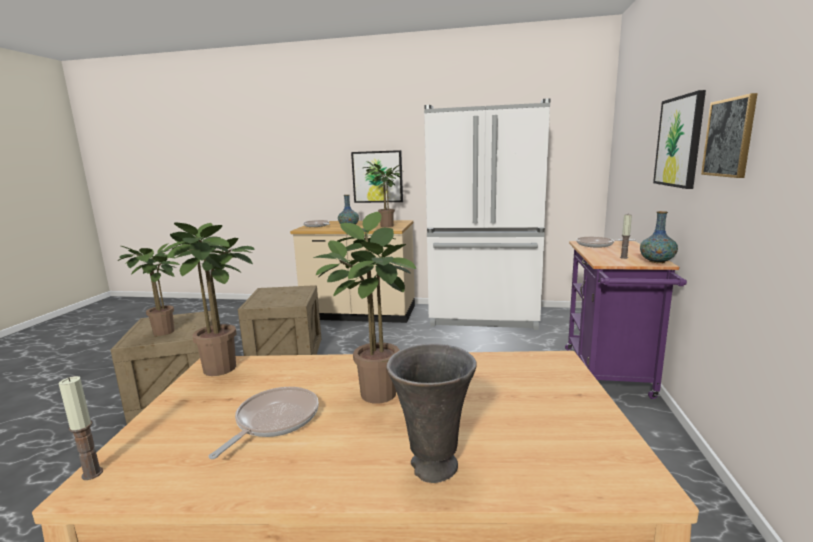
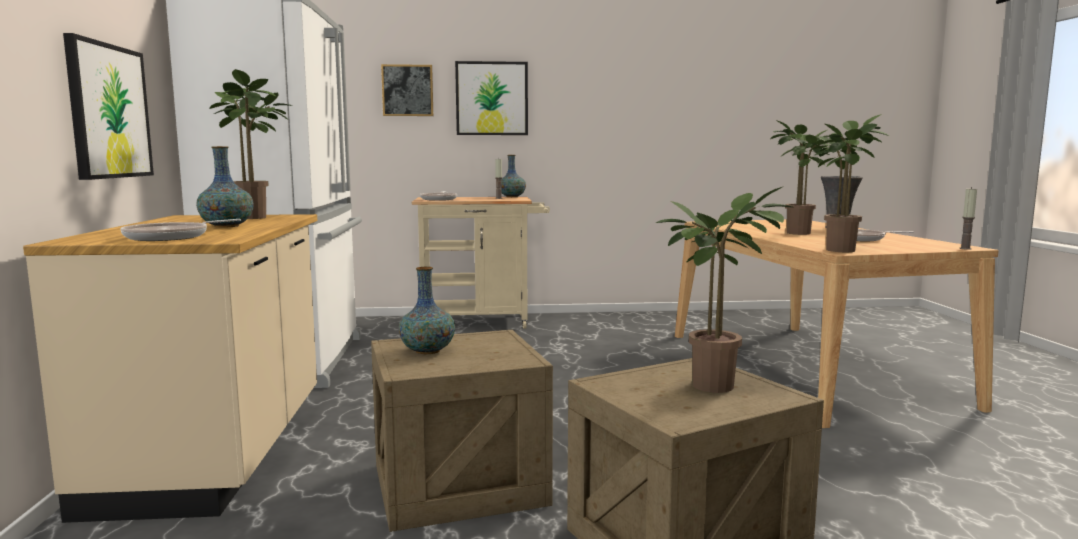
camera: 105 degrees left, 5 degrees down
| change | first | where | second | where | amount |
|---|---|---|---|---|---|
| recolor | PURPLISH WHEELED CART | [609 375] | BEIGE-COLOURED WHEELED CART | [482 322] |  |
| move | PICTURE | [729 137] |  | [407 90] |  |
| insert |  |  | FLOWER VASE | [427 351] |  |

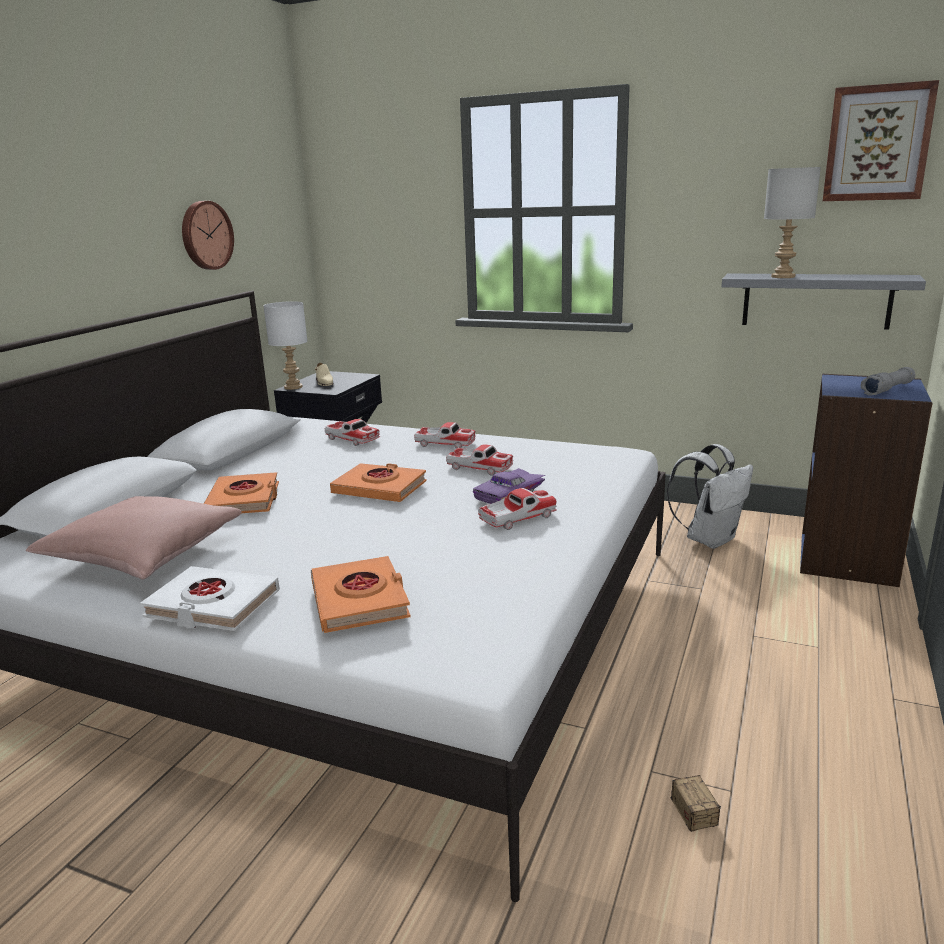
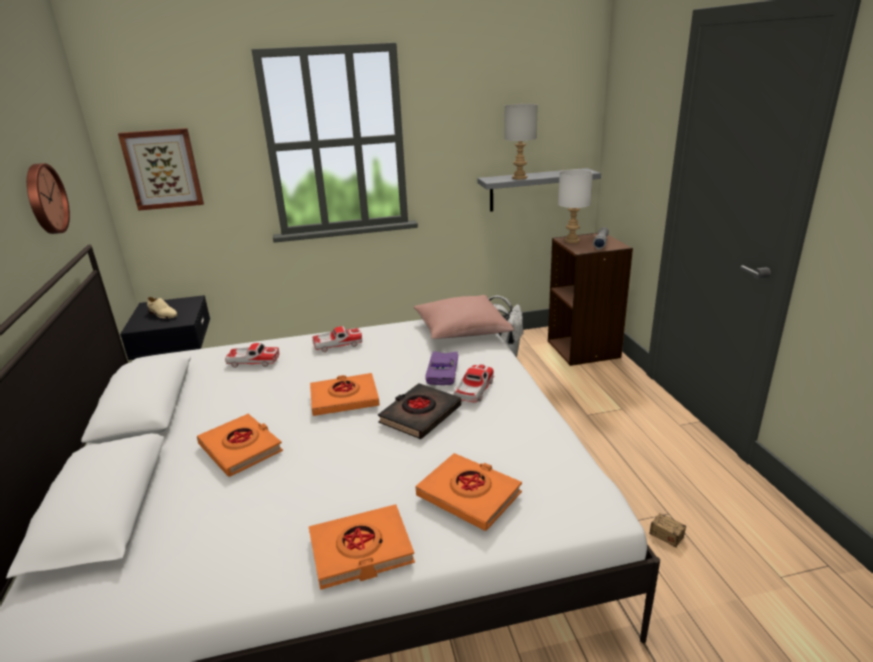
camera: 35 degrees left, 5 degrees up
| change | first | where | second | where | amount |
|---|---|---|---|---|---|
| move | PINK-COLOURED PILLOW | [144 555] |  | [461 330] |  |
| recolor | WHITISH BOOK | [212 605] | ORANGE-COLOURED BOOK | [361 551] |  |
| move | WHITISH TABLETOP LAMP | [293 387] |  | [571 241] |  |
| delete | MODEL CAR | [479 467] |  |  |  |
| recolor | BLUISH BOOKCASE | [848 560] | BROWNISH BOOKCASE | [584 349] |  |
| move | PICTURE | [877 143] |  | [163 169] |  |
| insert |  |  | BLACKISH BOOK | [420 415] |  |

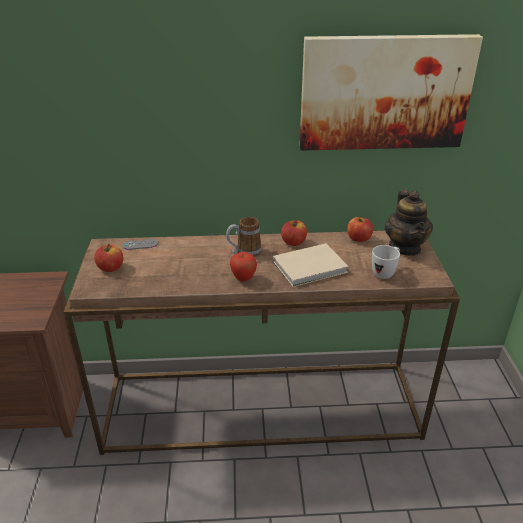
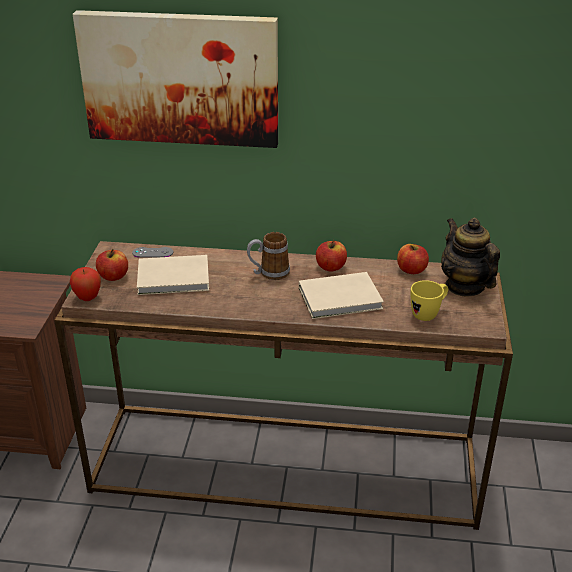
camera: 10 degrees right, 0 degrees up
| change | first | where | second | where | amount |
|---|---|---|---|---|---|
| move | APPLE FRUIT | [243 278] |  | [88 298] |  |
| move | PICTURE | [385 93] |  | [180 78] |  |
| recolor | WHITISH TEA MUG | [385 272] | YELLOWISH TEA MUG | [428 314] |  |
| rotate | TEA POT | [405 247] |  | [465 286] | 150 degrees clockwise |
| insert |  |  | BEIGE-COLOURED BOOK | [175 278] |  |

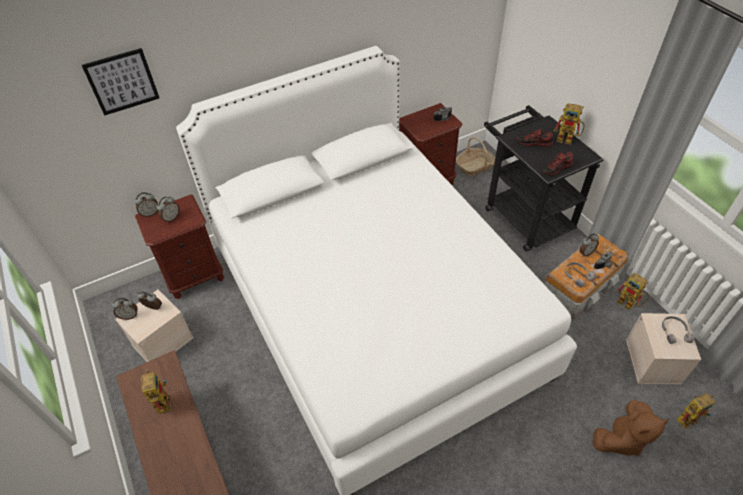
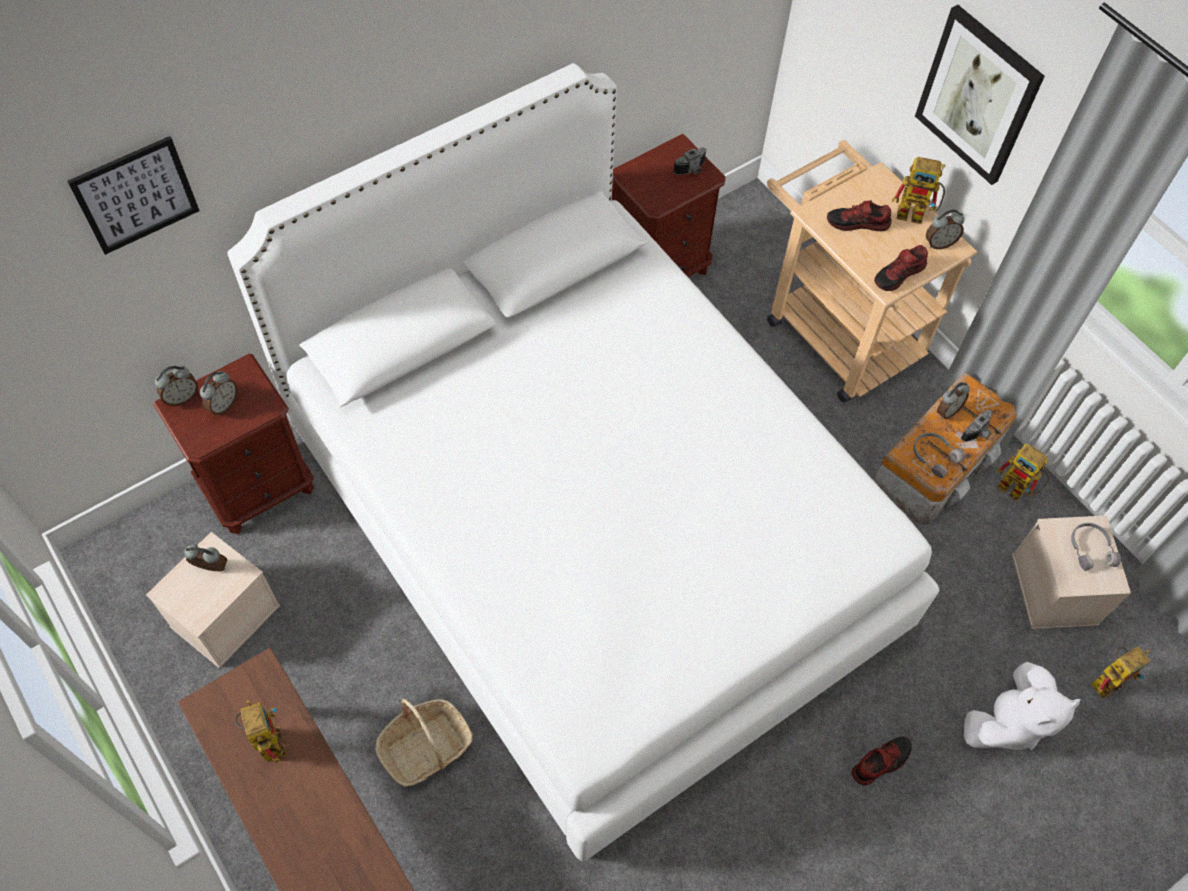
camera: 10 degrees left, 10 degrees up
| change | first | where | second | where | amount |
|---|---|---|---|---|---|
| move | ALARM CLOCK | [129 316] |  | [939 243] |  |
| move | STORAGE BASKET | [475 166] |  | [426 747] |  |
| recolor | BLACKISH WHEELED CART | [523 214] | BEIGE-COLOURED WHEELED CART | [834 328] |  |
| recolor | BROWNISH PLUSH TOY | [621 439] | WHITISH PLUSH TOY | [1006 723] |  |
| insert |  |  | LOW SHOE | [880 761] |  |
| insert |  |  | PICTURE | [978 95] |  |

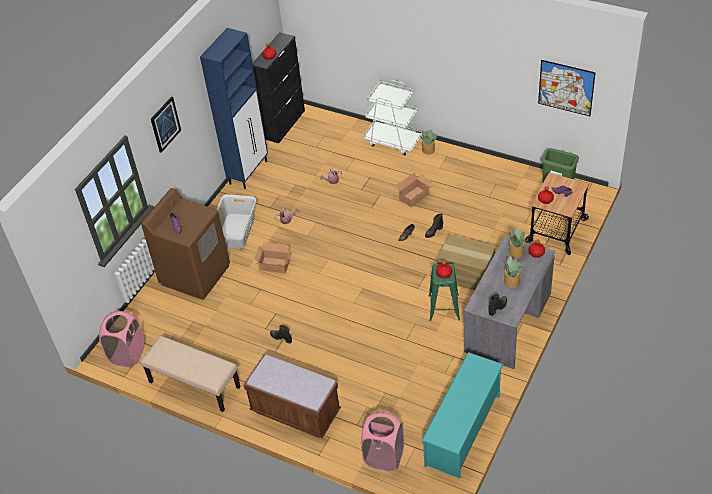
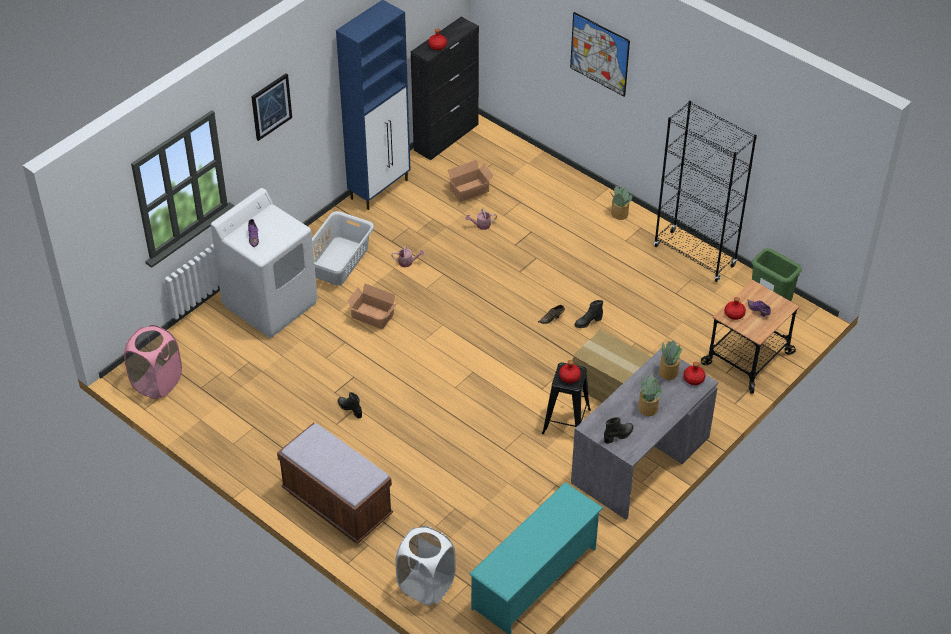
camera: 10 degrees right, 0 degrees up
| change | first | where | second | where | amount |
|---|---|---|---|---|---|
| delete | BEIGE-COLOURED BENCH | [194 385] |  |  |  |
| recolor | BROWNISH LAUNDRY APPLIANCE | [195 274] | WHITISH LAUNDRY APPLIANCE | [271 304] |  |
| recolor | PINK-COLOURED WASHING BASKET | [384 456] | WHITISH WASHING BASKET | [426 585] |  |
| delete | WHITISH WHEELED CART | [393 141] |  |  |  |
| move | CARDBOARD BOX | [415 197] |  | [471 191] |  |
| recolor | GREEN STOOL | [444 308] | BLACKISH STOOL | [566 421] |  |
| move | PICTURE | [566 88] |  | [599 54] |  |
| insert |  |  | BLACKISH BOOKCASE | [694 256] |  |

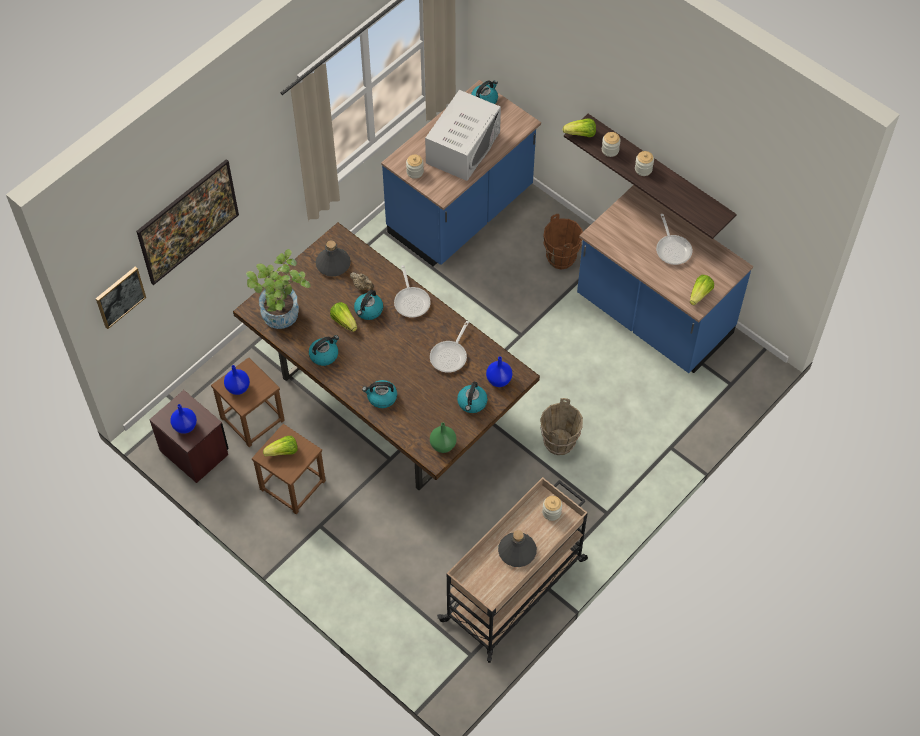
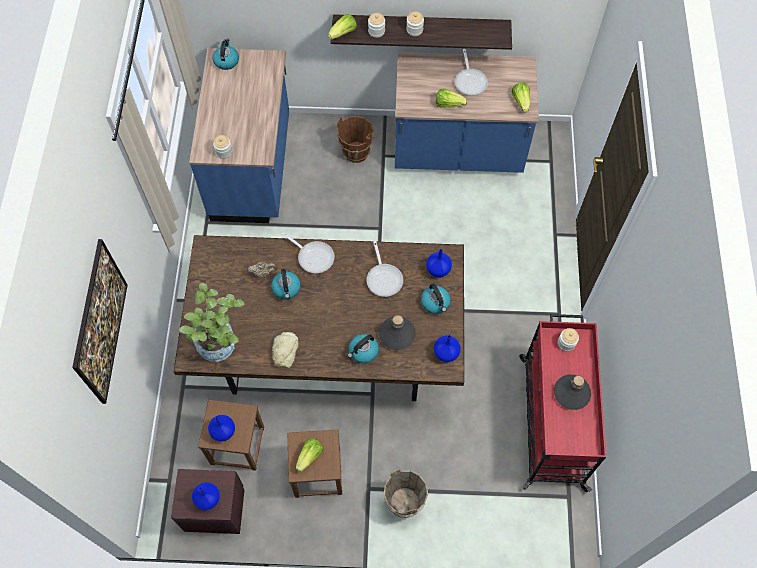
camera: 40 degrees left, 5 degrees up
| change | first | where | second | where | amount |
|---|---|---|---|---|---|
| delete | PICTURE | [120 296] |  |  |  |
| replace | KETTLE | [324 355] | BREAD | [285 351] |  |
| move | GRAY BEVERAGE BOTTLE | [333 264] |  | [397 334] |  |
| move | HEAD OF LETTUCE | [344 321] |  | [448 104] |  |
| delete | WHITISH MICROWAVE | [463 147] |  |  |  |
| recolor | GREEN FLOWER VASE | [442 445] | BLUISH FLOWER VASE | [445 354] |  |
| recolor | BEIGE-COLOURED WHEELED CART | [515 589] | RED-COLOURED WHEELED CART | [551 420] |  |
| move | BROWNISH WATER BUCKET | [559 443] |  | [405 502] |  |
| rotate | SKILLET | [673 249] |  | [470 81] | 45 degrees clockwise |

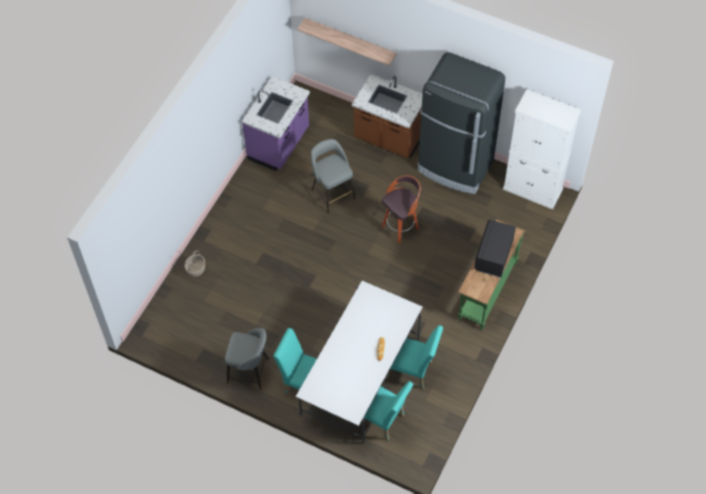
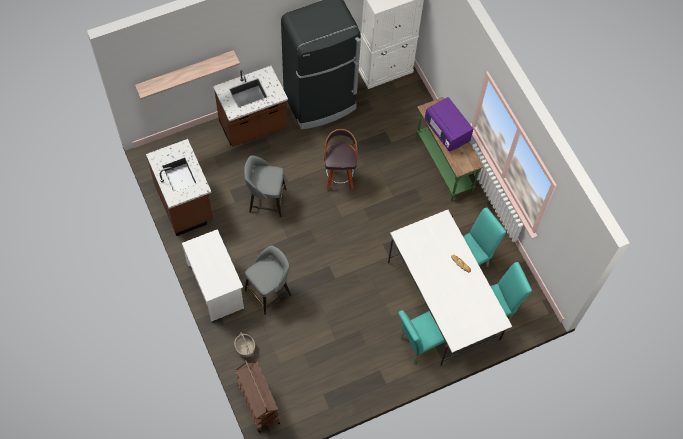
camera: 55 degrees left, 5 degrees up
| change | first | where | second | where | amount |
|---|---|---|---|---|---|
| move | GRAY STOOL | [249 371] |  | [269 292] |  |
| recolor | PURPLISH COUNTER | [279 144] | BROWNISH COUNTER | [185 203] |  |
| recolor | BLACKISH MICROWAVE | [494 255] | PURPLISH MICROWAVE | [447 131] |  |
| insert |  |  | WHITISH DESK UNIT | [216 286] |  |
| insert |  |  | BROWNISH WHEELED CART | [258 403] |  |

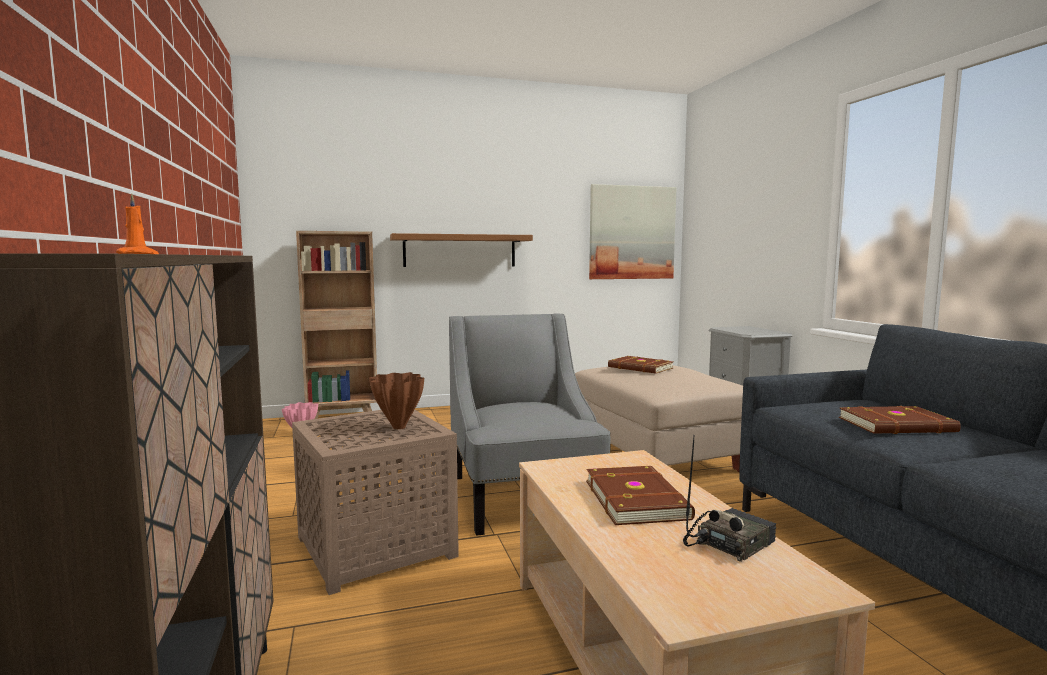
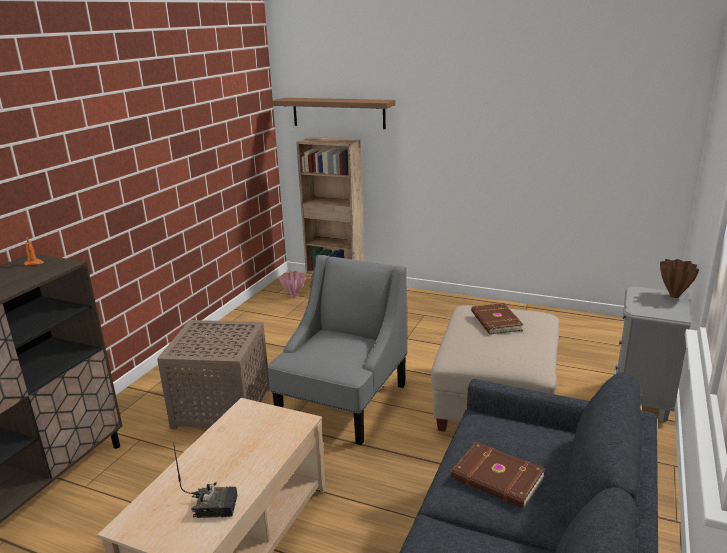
camera: 40 degrees right, 15 degrees up
| change | first | where | second | where | amount |
|---|---|---|---|---|---|
| move | BROWNISH FLOWER VASE | [398 427] |  | [674 296] |  |
| move | BROWNISH SHELF | [460 250] |  | [338 113] |  |
| delete | BROWNISH BOOK | [637 499] |  |  |  |
| delete | PICTURE | [631 232] |  |  |  |

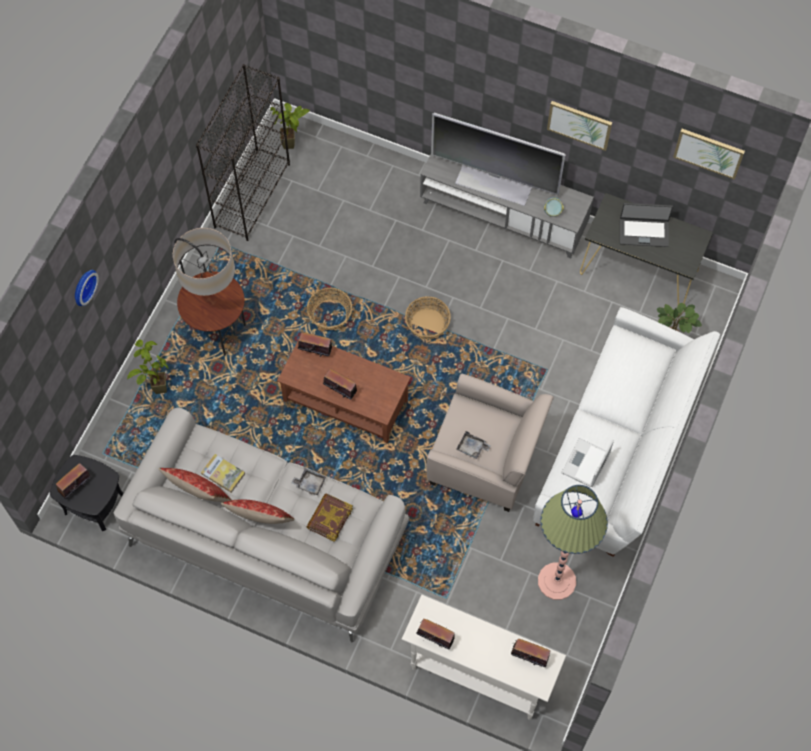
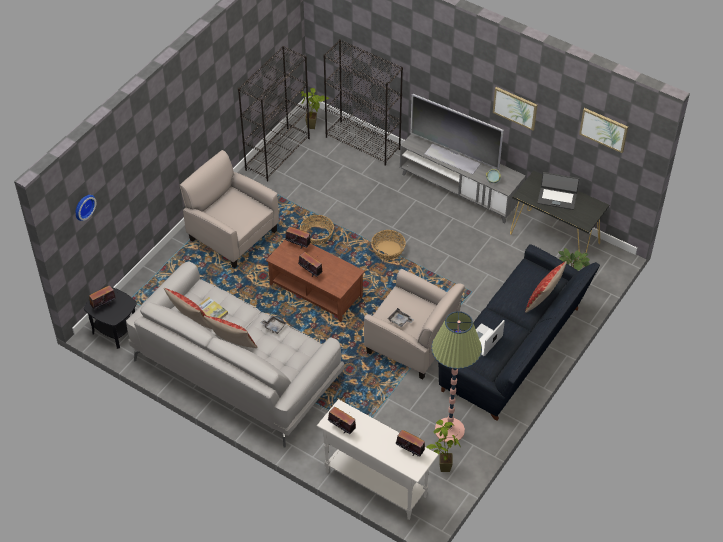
camera: 10 degrees right, 15 degrees down
| change | first | where | second | where | amount |
|---|---|---|---|---|---|
| move | WALL CLOCK | [83 286] |  | [83 206] |  |
| move | HOUSEPLANT | [155 387] |  | [440 467] |  |
| replace | STANDARD LAMP | [218 331] | BEIGE-COLOURED LOUNGE CHAIR | [232 235] |  |
| delete | BOOK | [329 518] |  |  |  |
| recolor | WHITISH COUCH | [618 450] | BLACKISH COUCH | [515 351] |  |
| insert |  |  | BLACKISH BOOKCASE | [363 143] |  |
| insert |  |  | PILLOW | [543 301] |  |

